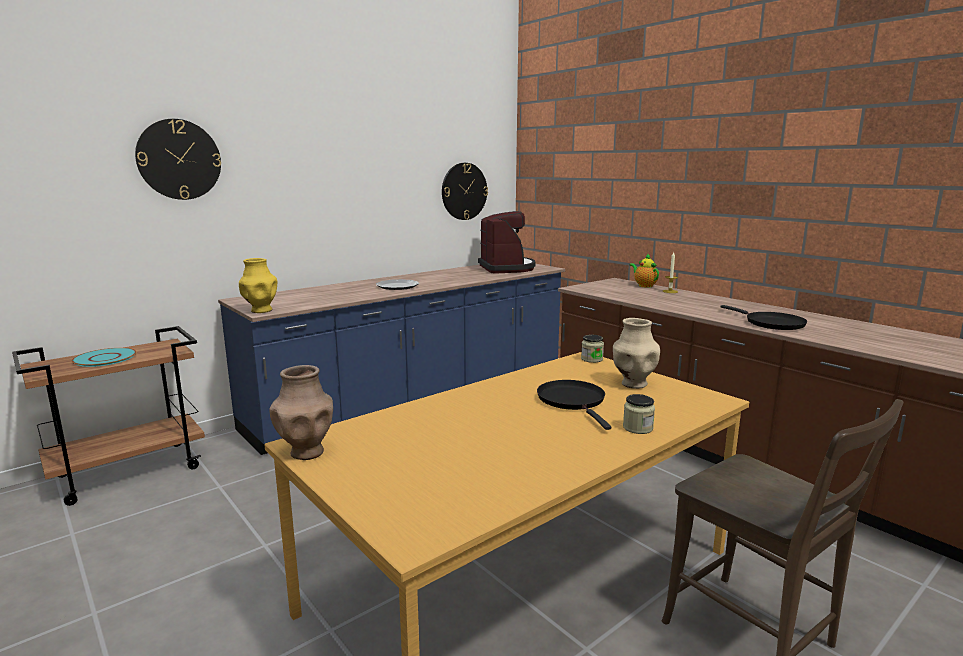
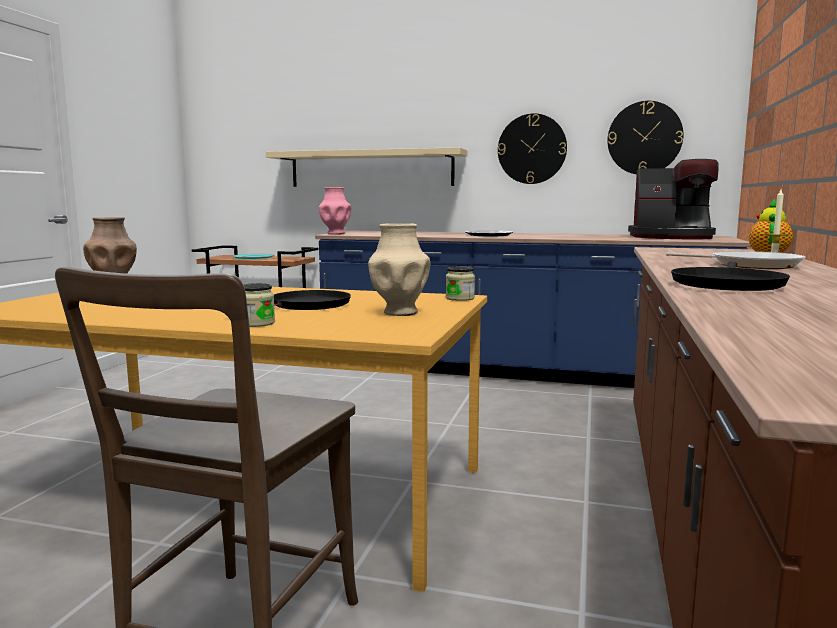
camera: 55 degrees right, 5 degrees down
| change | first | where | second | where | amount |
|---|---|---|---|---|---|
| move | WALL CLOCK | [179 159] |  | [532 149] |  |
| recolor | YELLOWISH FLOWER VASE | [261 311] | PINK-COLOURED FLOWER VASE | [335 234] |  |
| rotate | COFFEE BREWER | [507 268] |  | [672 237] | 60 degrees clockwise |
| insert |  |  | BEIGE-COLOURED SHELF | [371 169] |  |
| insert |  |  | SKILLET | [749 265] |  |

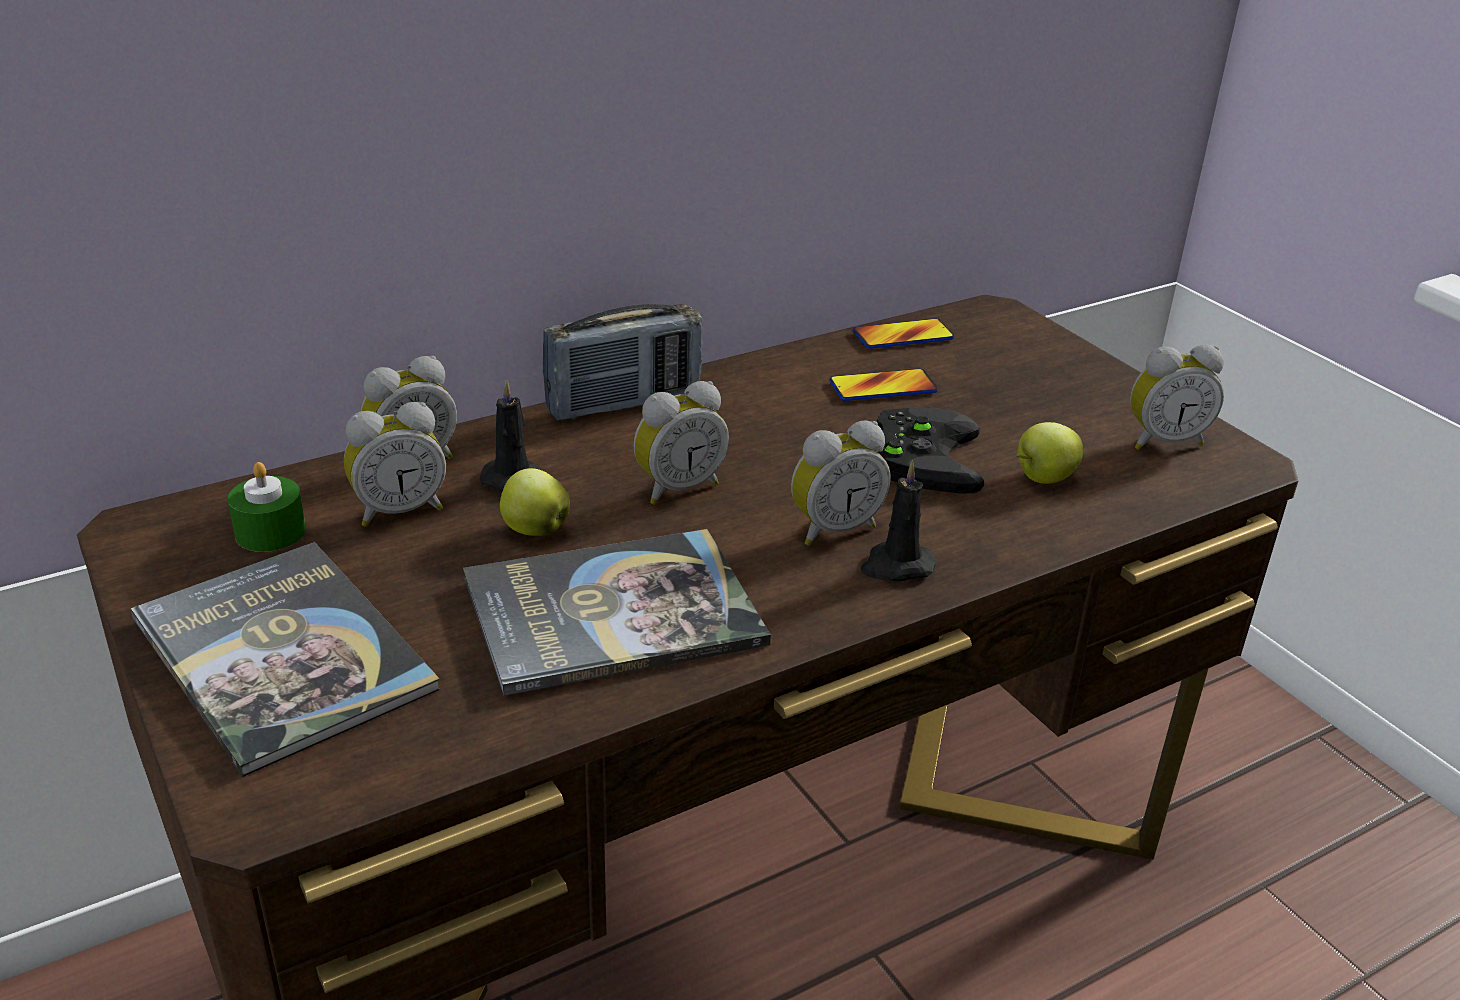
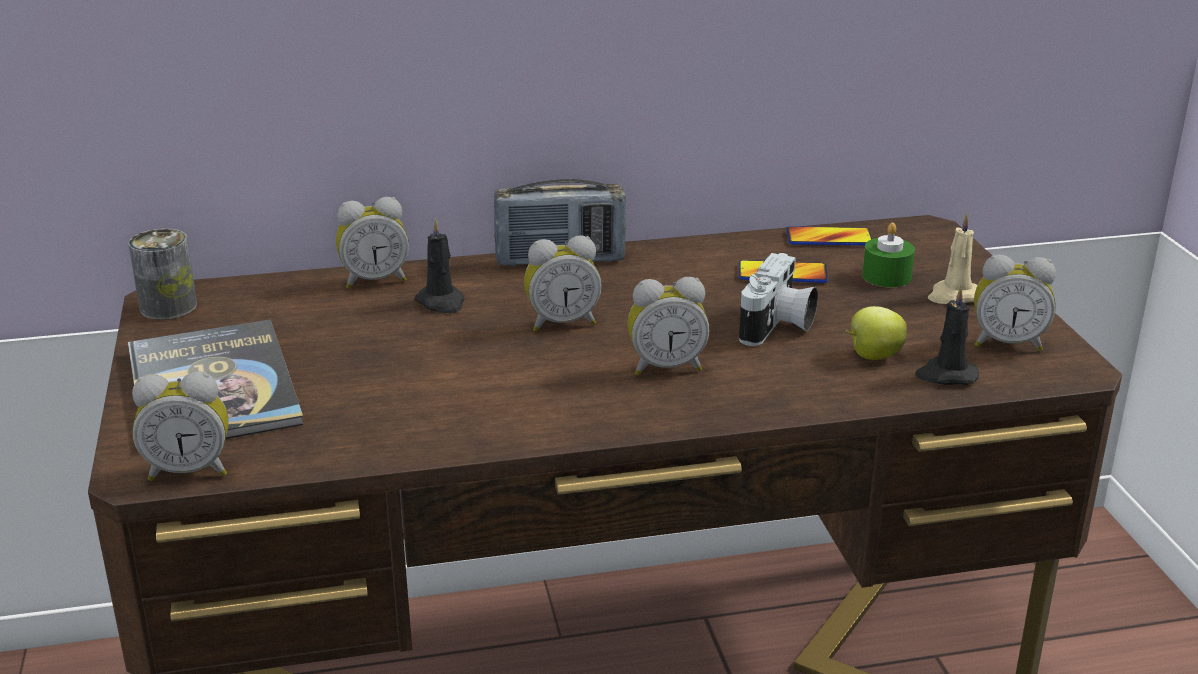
camera: 20 degrees right, 5 degrees down
| change | first | where | second | where | amount |
|---|---|---|---|---|---|
| move | GREEN WAX LIGHT | [270 532] |  | [886 276] |  |
| move | ALARM CLOCK | [399 510] |  | [189 470] |  |
| delete | BOOK | [613 612] |  |  |  |
| delete | APPLE FRUIT | [534 529] |  |  |  |
| move | BLACKISH WAX LIGHT | [896 566] |  | [946 375] |  |
| replace | BLACKISH GAME CONTROLLER | [921 456] | STILL CAMERA | [778 326] |  |
| insert |  |  | SEALED CAN | [168 307] |  |
| insert |  |  | BEIGE-COLOURED WAX LIGHT | [953 296] |  |

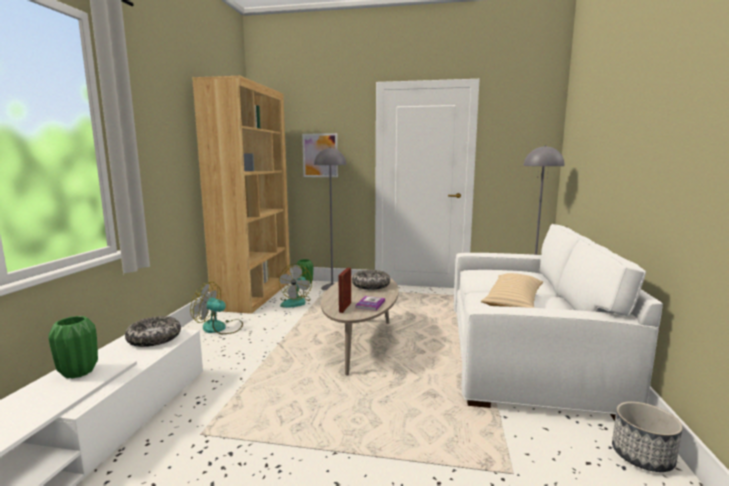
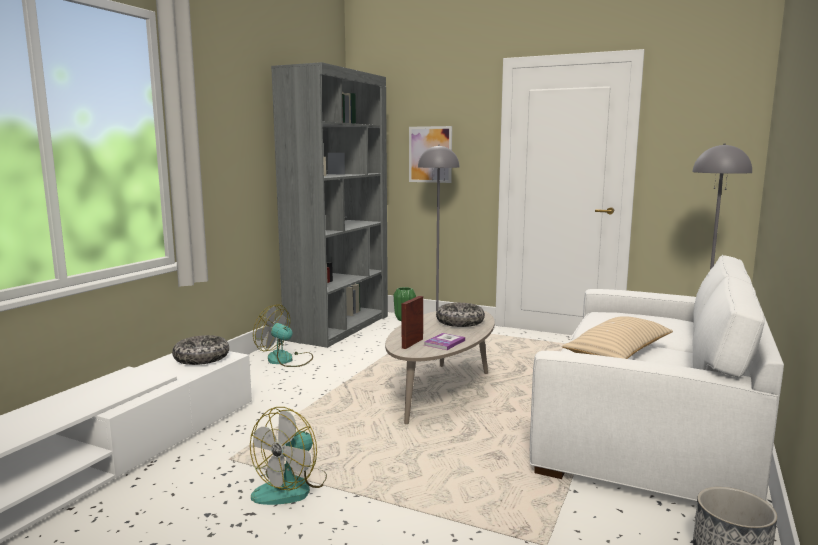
camera: 15 degrees right, 0 degrees up
| change | first | where | second | where | amount |
|---|---|---|---|---|---|
| delete | GREEN FLOWER VASE | [78 372] |  |  |  |
| recolor | BROWNISH BOOKCASE | [254 295] | GRAY BOOKCASE | [339 327] |  |
| move | COOLING FAN | [296 302] |  | [291 487] |  |

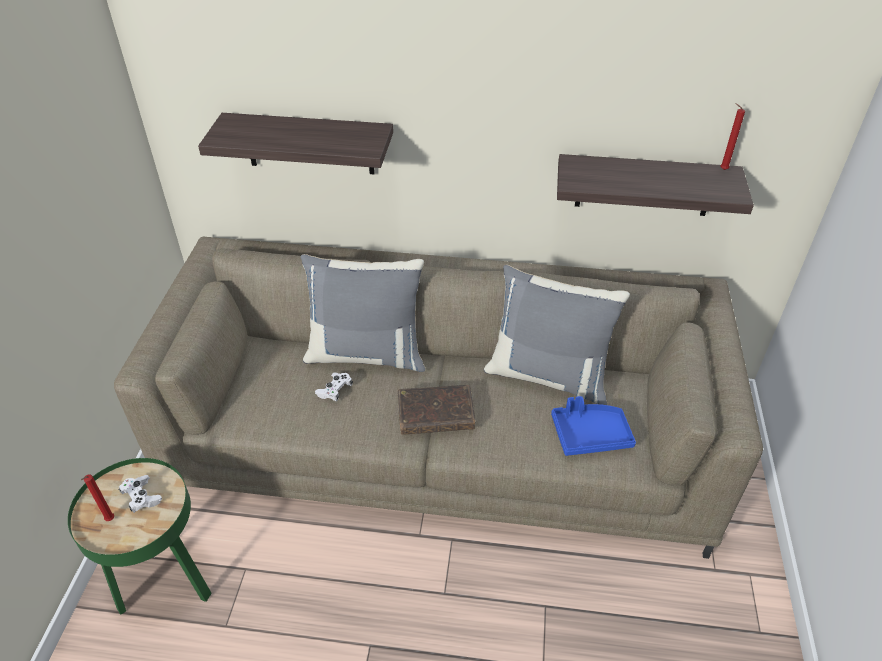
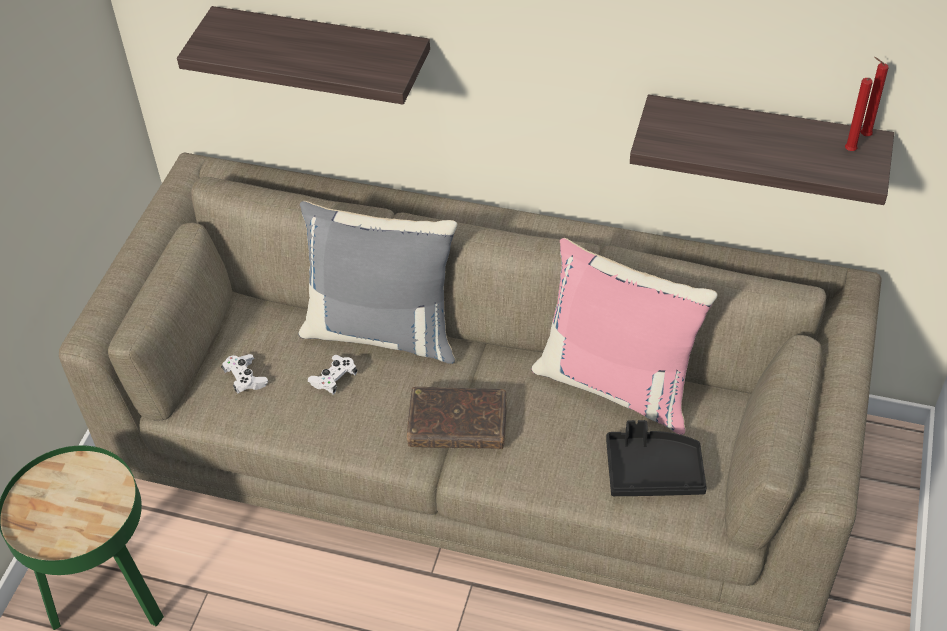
camera: 10 degrees right, 5 degrees up
| change | first | where | second | where | amount |
|---|---|---|---|---|---|
| move | RED-COLOURED WAX LIGHT | [109 520] |  | [849 152] |  |
| move | WHITISH GAME CONTROLLER | [142 497] |  | [245 378] |  |
| recolor | GRAY PILLOW | [548 375] | PINK-COLOURED PILLOW | [617 384] |  |
| recolor | BLUISH SERVING TRAY | [590 435] | BLACKISH SERVING TRAY | [653 471] |  |

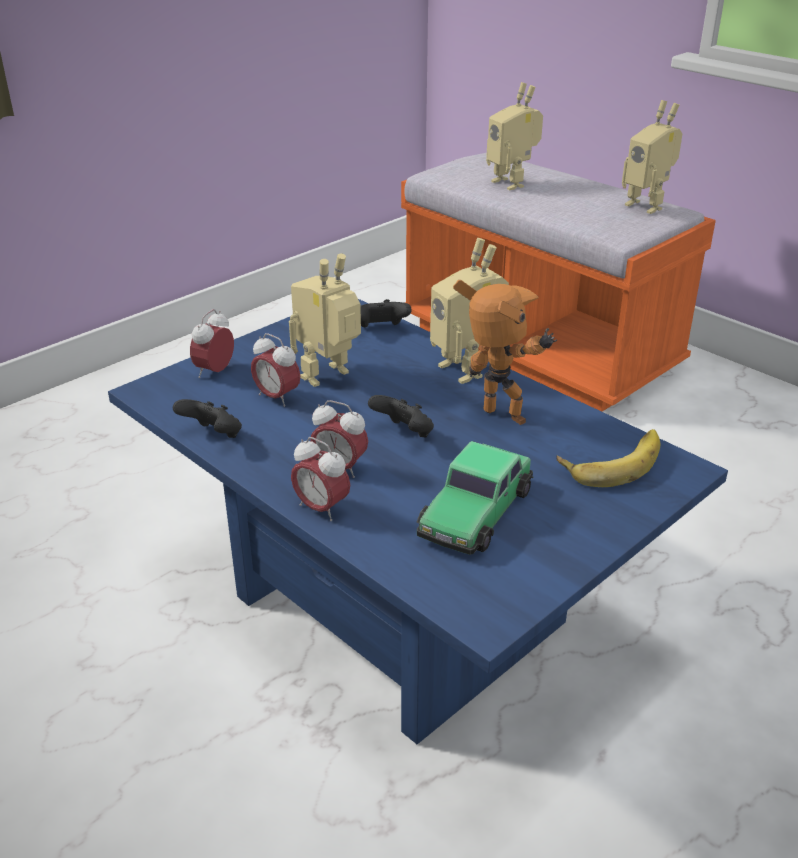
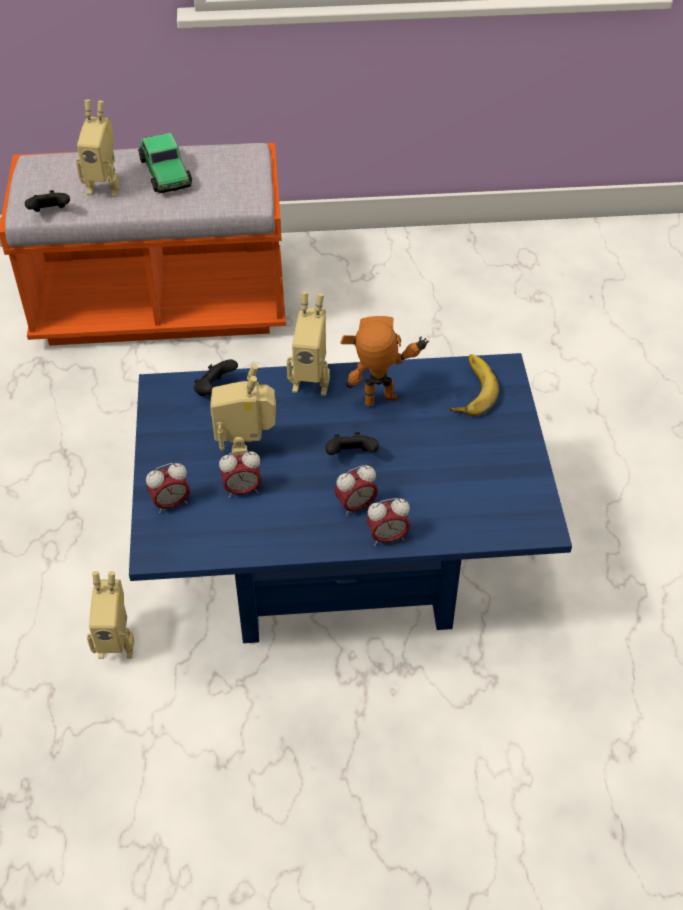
camera: 50 degrees left, 15 degrees up
| change | first | where | second | where | amount |
|---|---|---|---|---|---|
| move | BLACKISH GAME CONTROLLER | [213 436] |  | [50 213] |  |
| rotate | ALARM CLOCK | [215 372] |  | [171 504] | 90 degrees counterclockwise |
| move | MODEL CAR | [475 512] |  | [165 172] |  |
| move | TOY ROBOT | [647 205] |  | [117 644] |  |

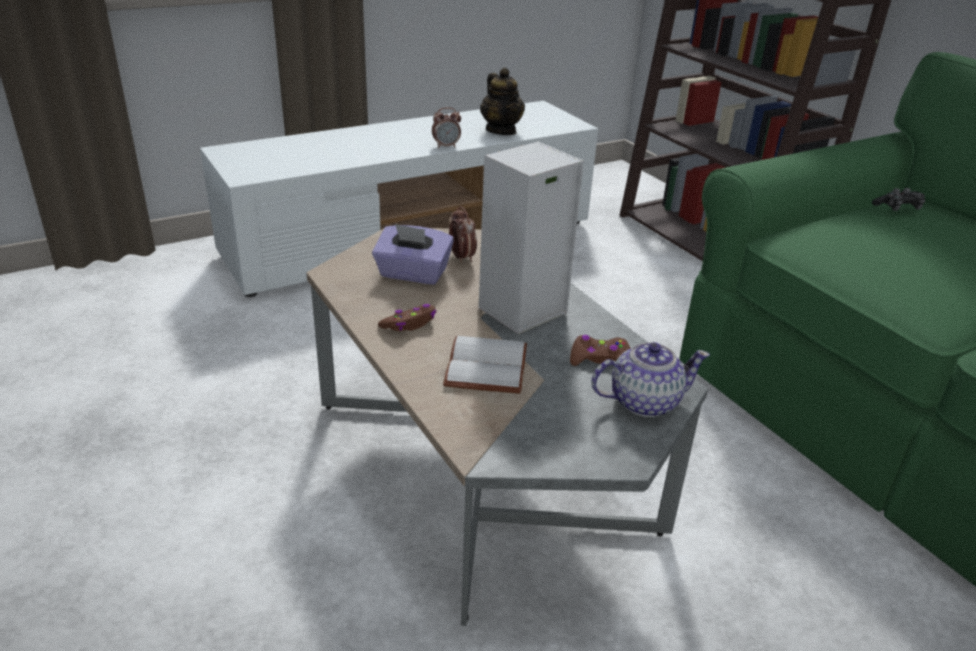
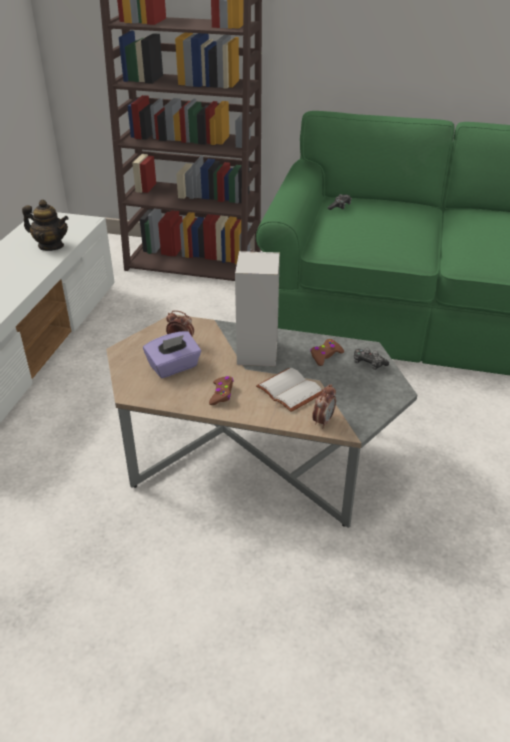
camera: 45 degrees left, 5 degrees up
| change | first | where | second | where | amount |
|---|---|---|---|---|---|
| move | ALARM CLOCK | [446 146] |  | [323 421] |  |
| replace | TEA POT | [643 401] | GAME CONTROLLER | [368 363] |  |

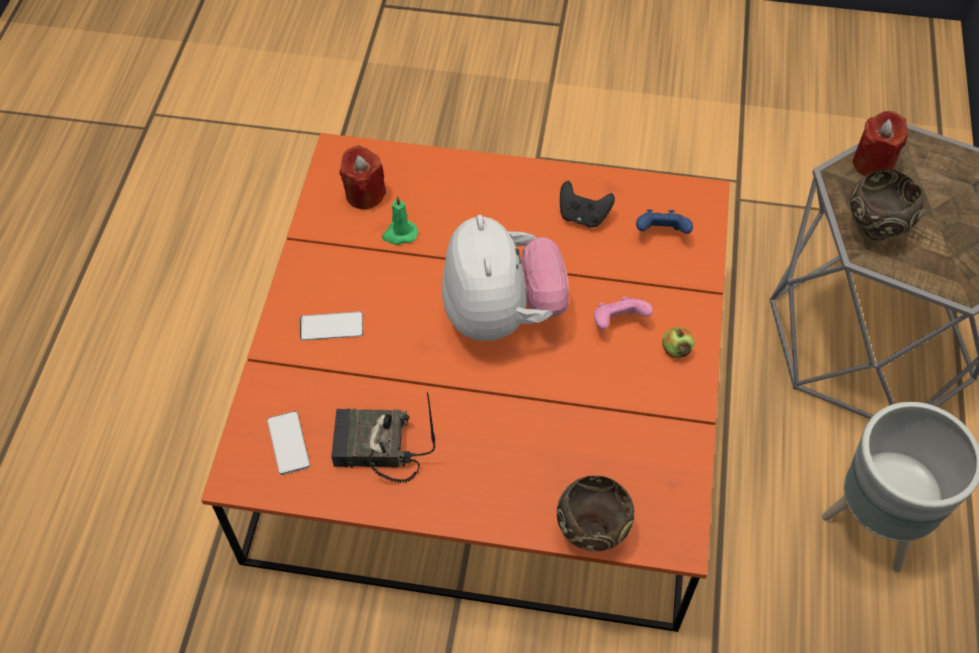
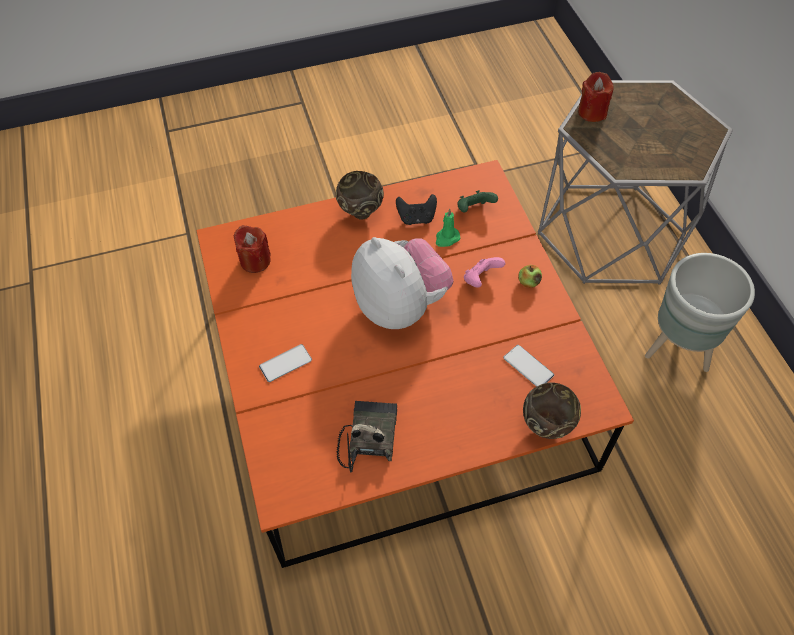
camera: 25 degrees left, 0 degrees up
| change | first | where | second | where | amount |
|---|---|---|---|---|---|
| move | PHONE | [288 443] |  | [528 366] |  |
| rotate | RADIO SET | [374 450] |  | [368 437] | 120 degrees clockwise |
| move | GREEN WAX LIGHT | [399 234] |  | [446 238] |  |
| recolor | BLUISH GAME CONTROLLER | [661 233] | GREEN GAME CONTROLLER | [474 210] |  |
| move | BROWNISH BOWL | [873 229] |  | [360 213] |  |

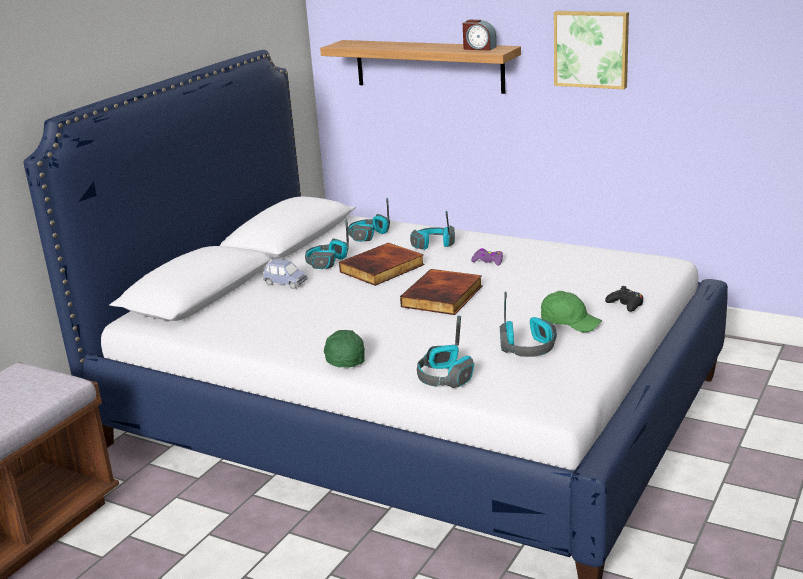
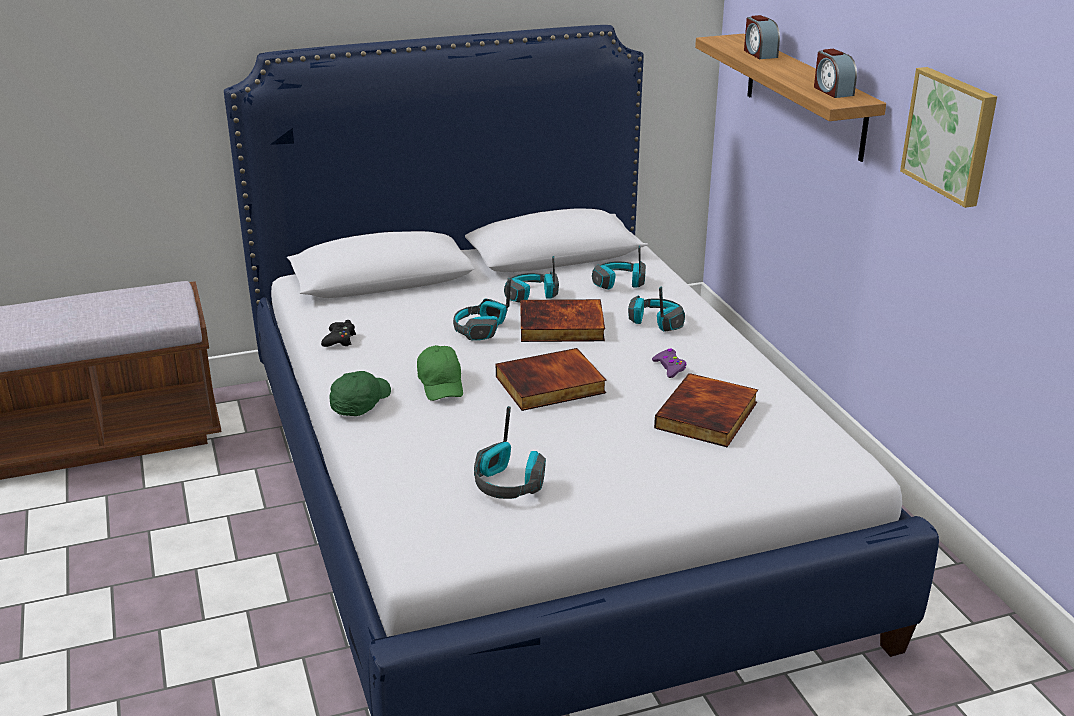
camera: 40 degrees right, 5 degrees up
| change | first | where | second | where | amount |
|---|---|---|---|---|---|
| delete | BLUISH MODEL CAR | [285 283] |  |  |  |
| move | HEADPHONES | [445 377] |  | [480 330] |  |
| move | GREEN BASEBALL CAP | [569 322] |  | [441 384] |  |
| move | BLACKISH GAME CONTROLLER | [626 305] |  | [339 340] |  |
| insert |  |  | BOOK | [708 416] |  |
| insert |  |  | ALARM CLOCK | [759 53] |  |

